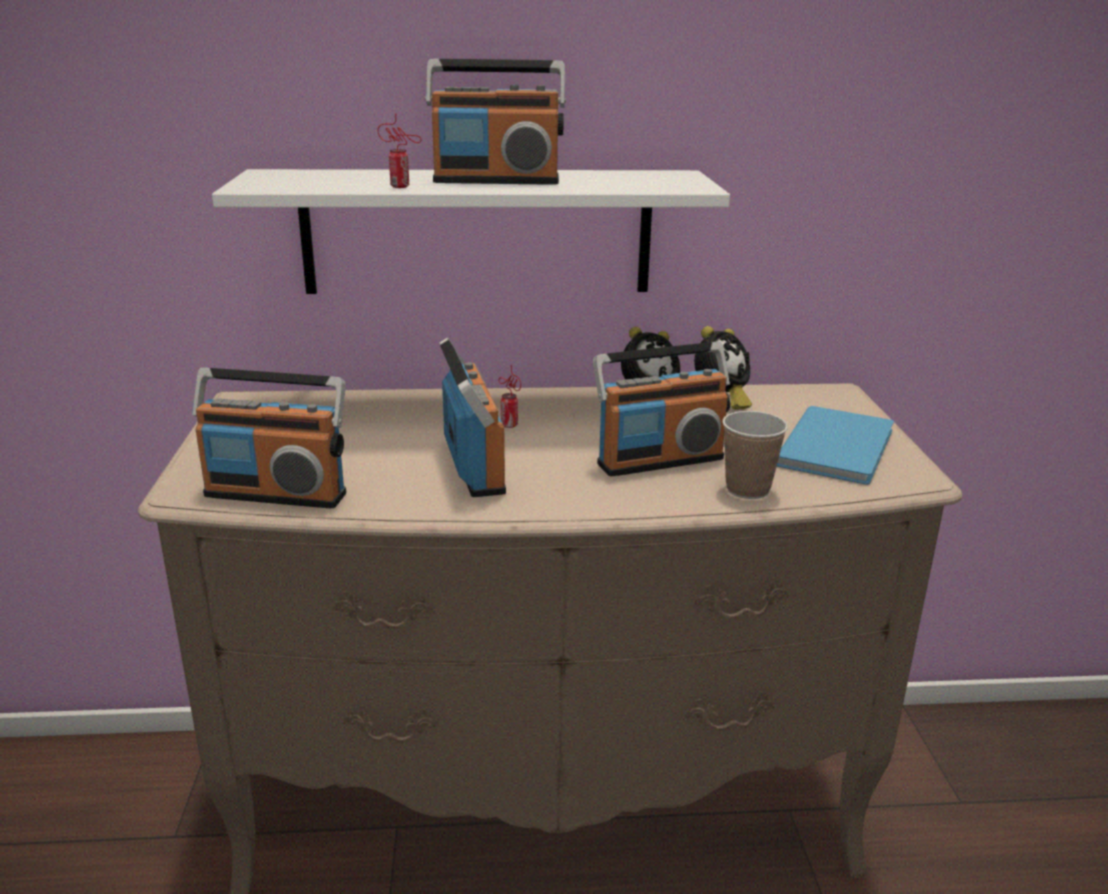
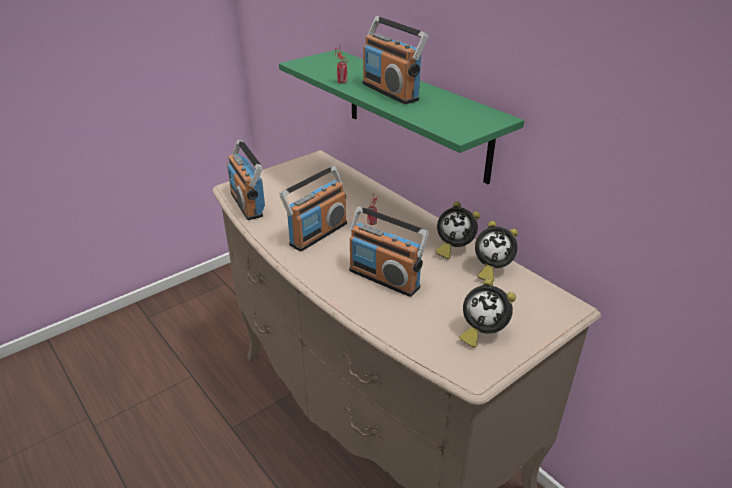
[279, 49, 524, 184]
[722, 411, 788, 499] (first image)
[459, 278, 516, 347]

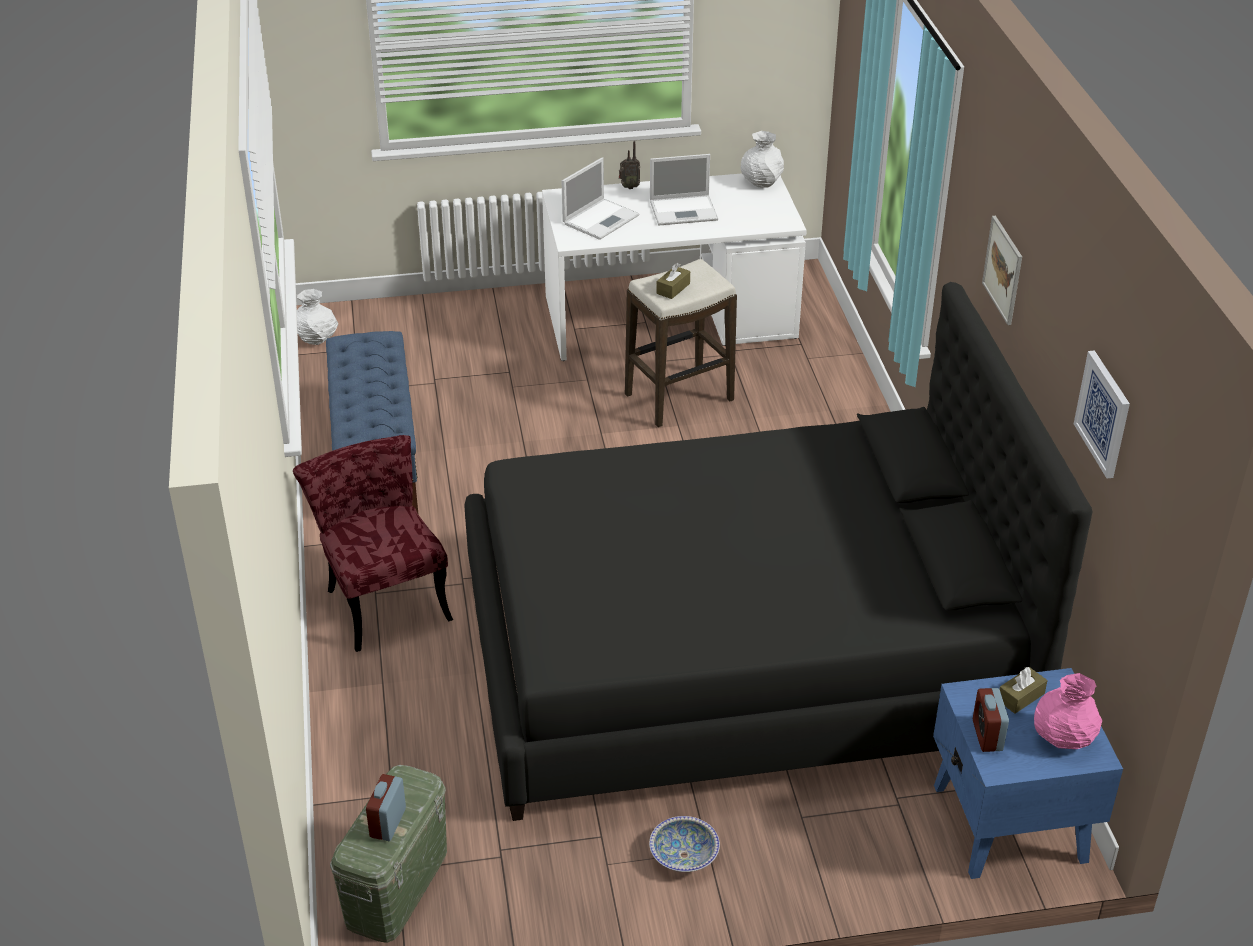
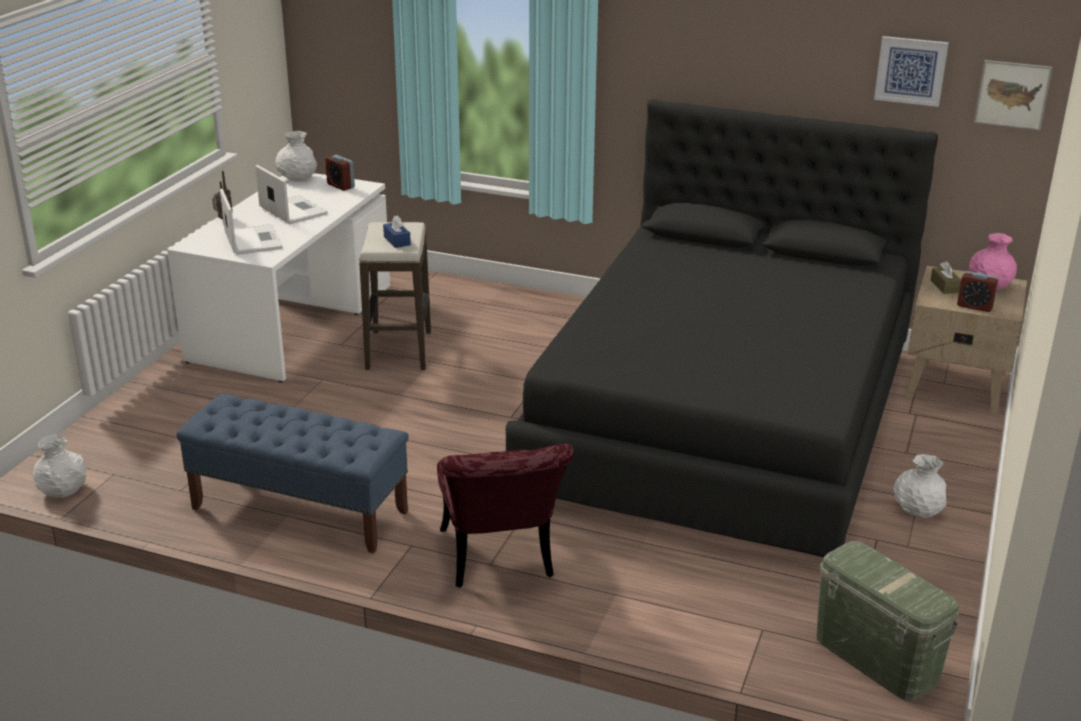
[437, 444, 574, 588]
[325, 155, 355, 191]
[893, 454, 947, 518]
[255, 165, 328, 224]
[383, 216, 411, 248]
[906, 266, 1027, 413]
[974, 60, 1052, 130]

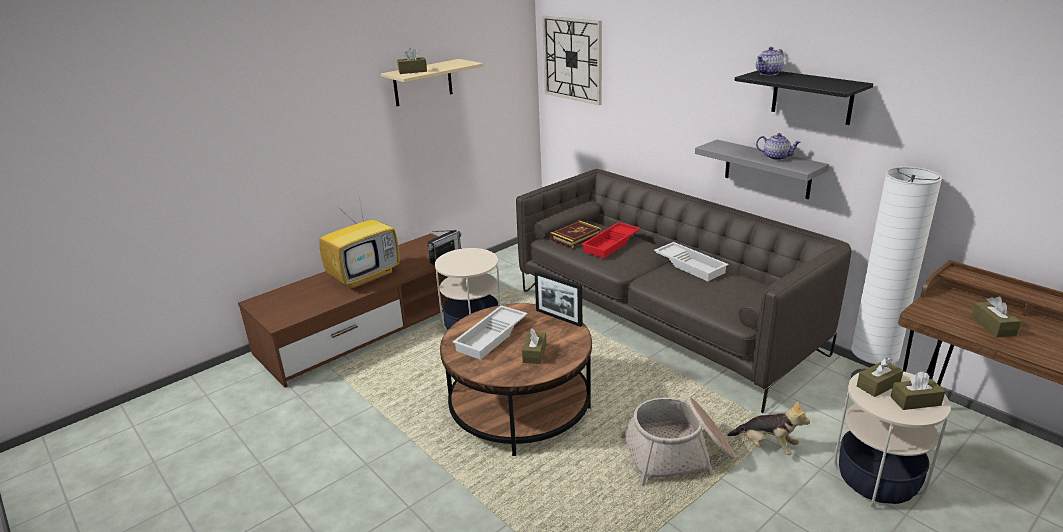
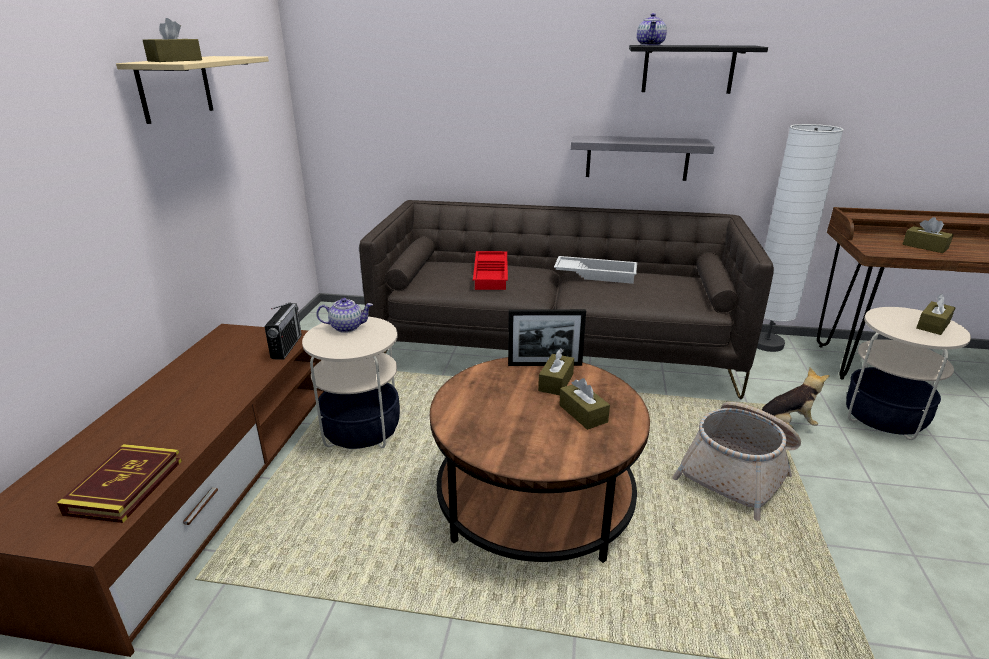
[319, 191, 399, 290] (first image)
[453, 305, 528, 360] (first image)
[542, 15, 602, 105] (first image)
[57, 444, 182, 523]
[317, 298, 373, 333]
[538, 349, 574, 396]

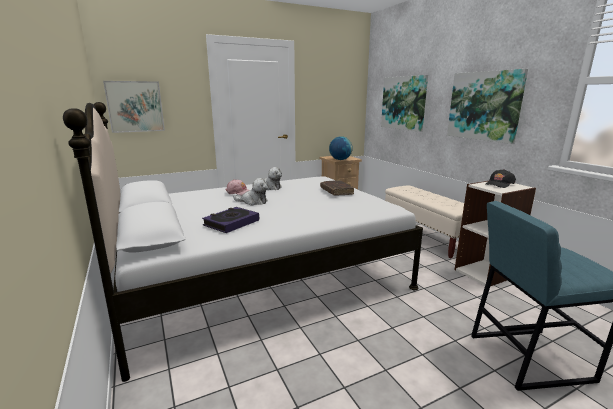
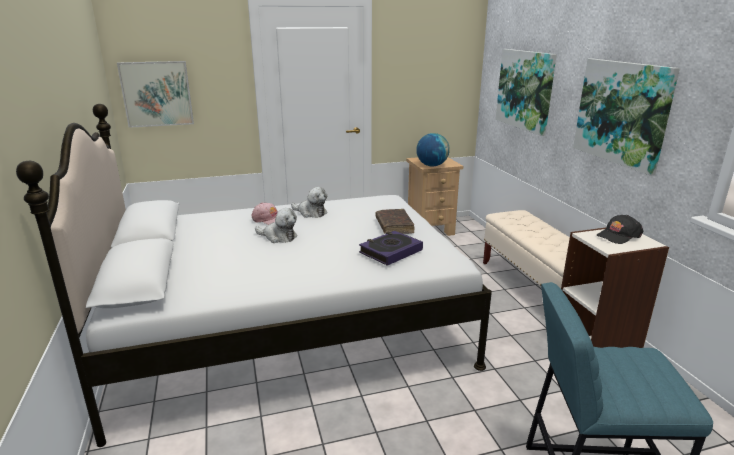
[359, 231, 423, 266]

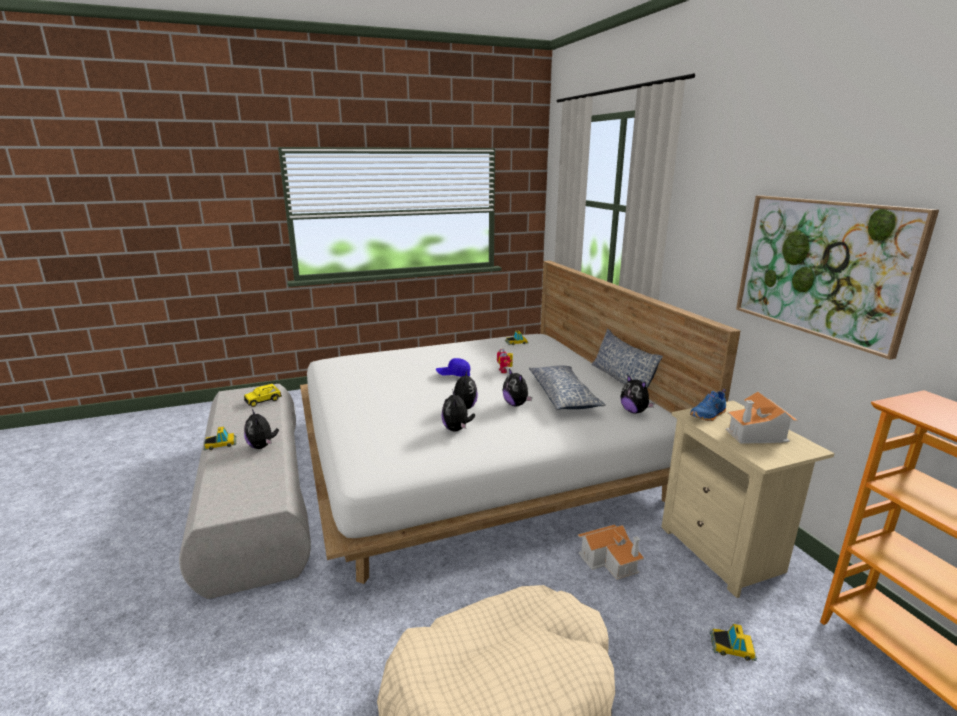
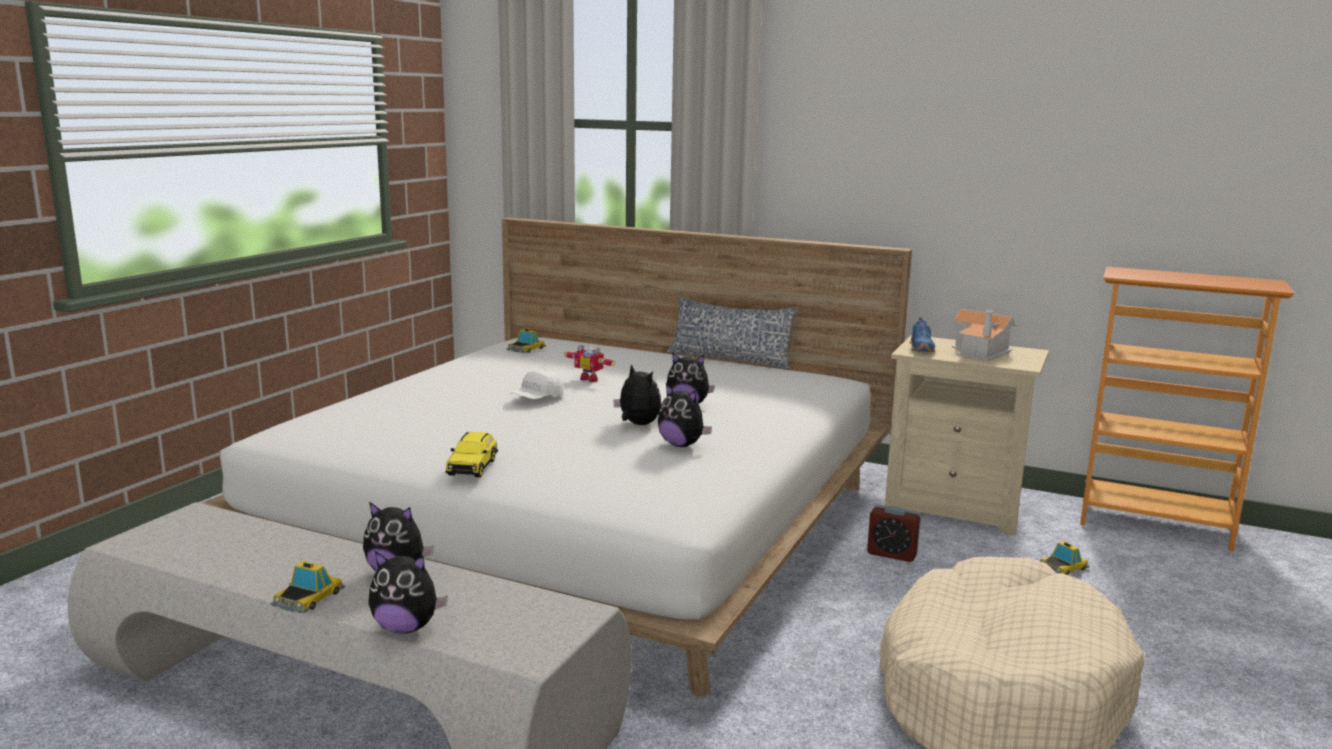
[446, 432, 498, 477]
[511, 369, 564, 399]
[529, 365, 606, 410] (first image)
[867, 505, 921, 562]
[368, 551, 448, 634]
[736, 195, 939, 360] (first image)

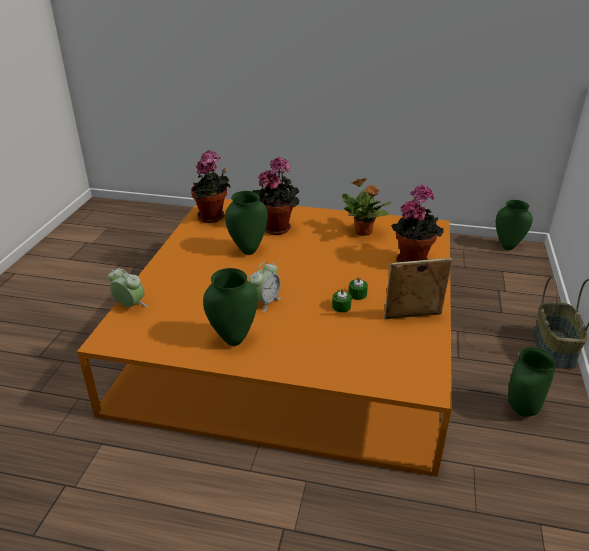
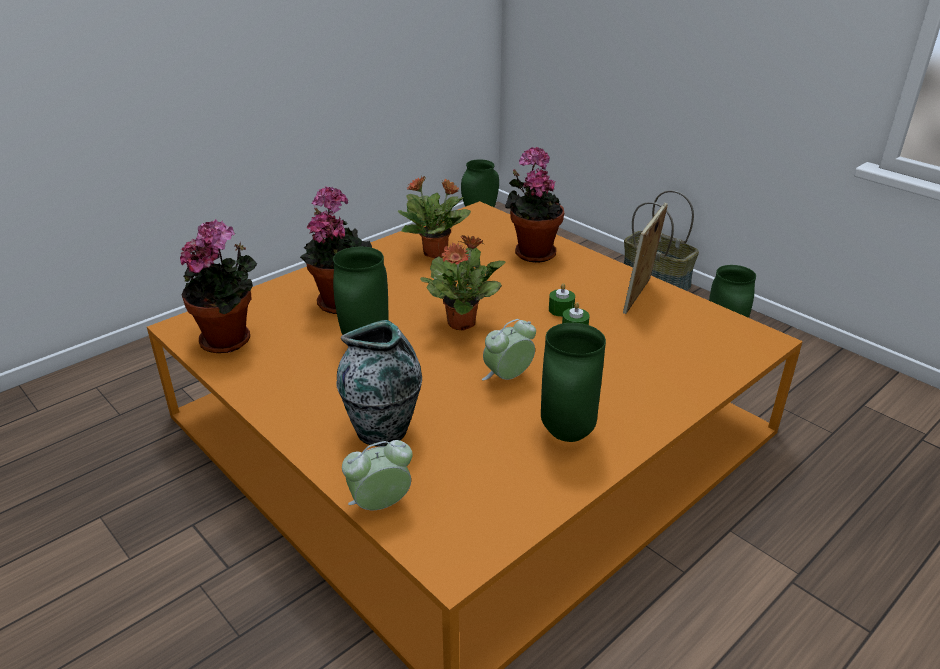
[482, 319, 536, 381]
[337, 320, 422, 447]
[420, 235, 506, 331]

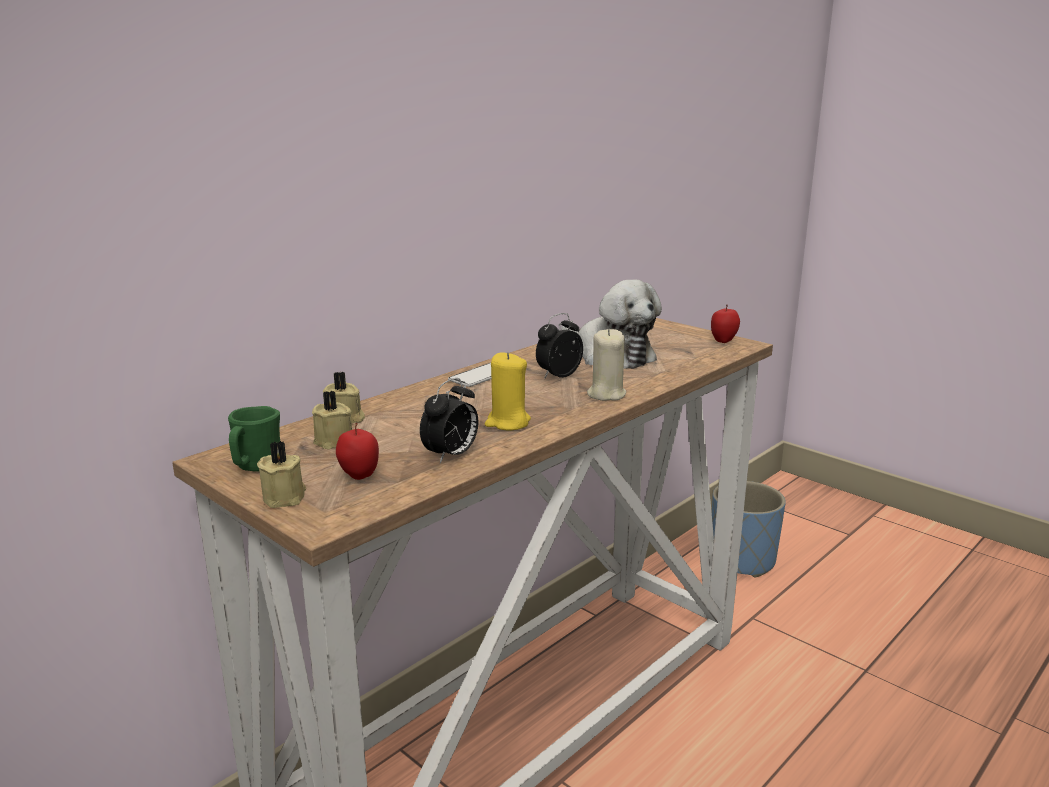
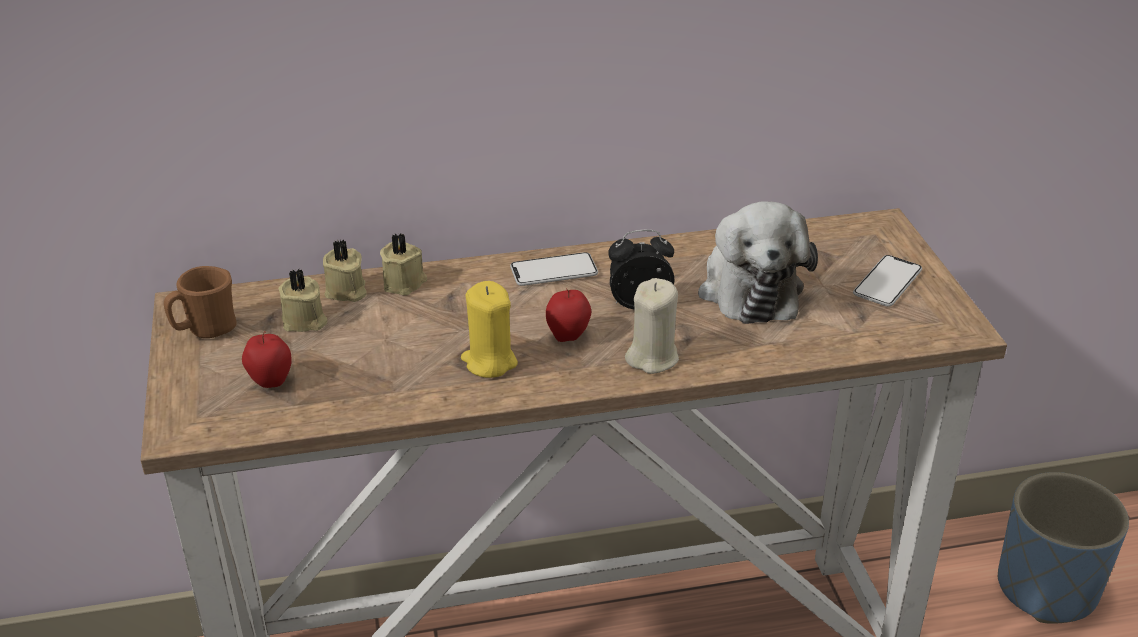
[164, 266, 237, 338]
[380, 234, 427, 295]
[420, 378, 478, 463] (first image)
[546, 289, 591, 342]
[853, 255, 922, 307]

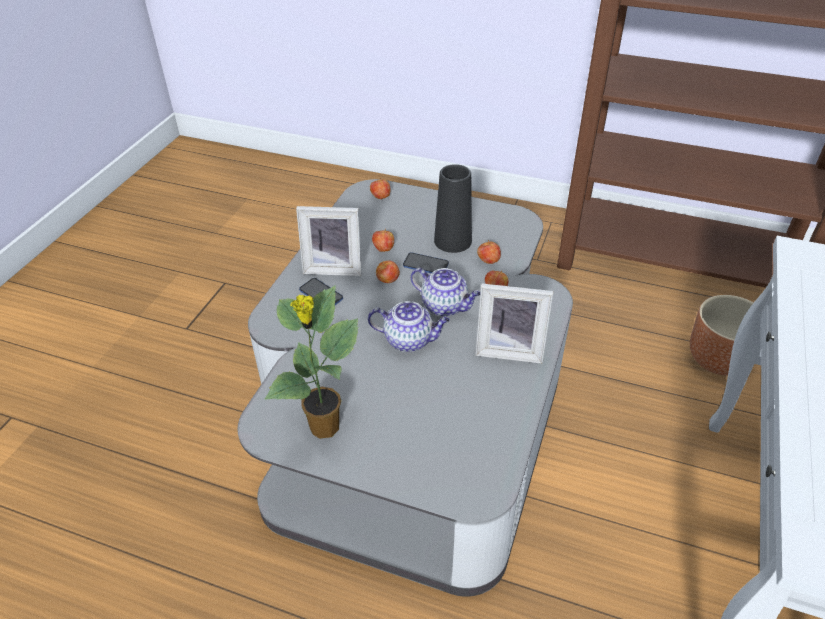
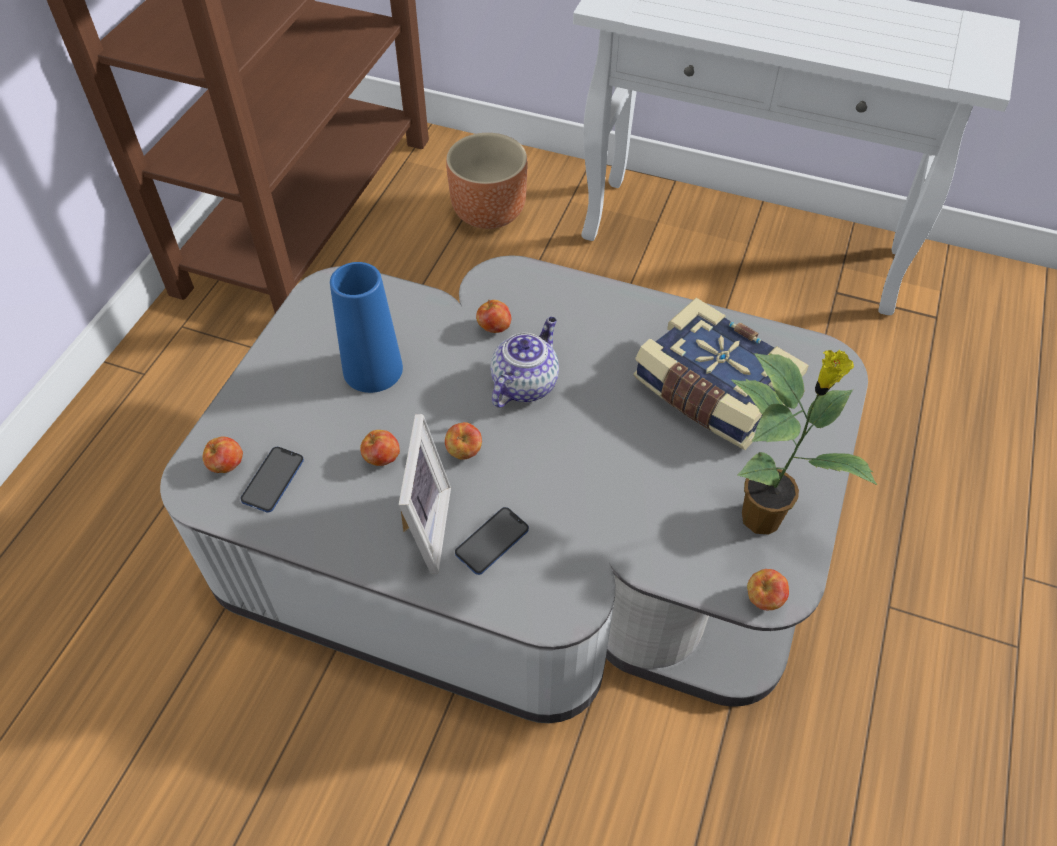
[368, 301, 450, 352] (first image)
[240, 447, 304, 513]
[330, 262, 403, 393]
[475, 283, 553, 364] (first image)
[747, 569, 789, 610]
[633, 298, 809, 450]

